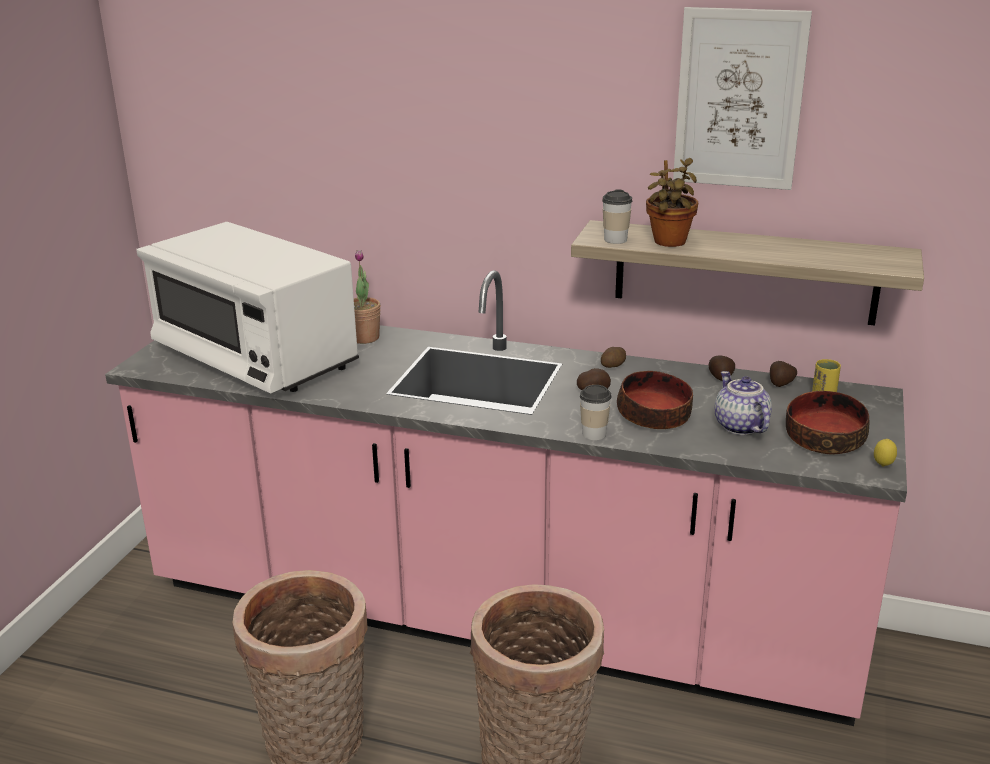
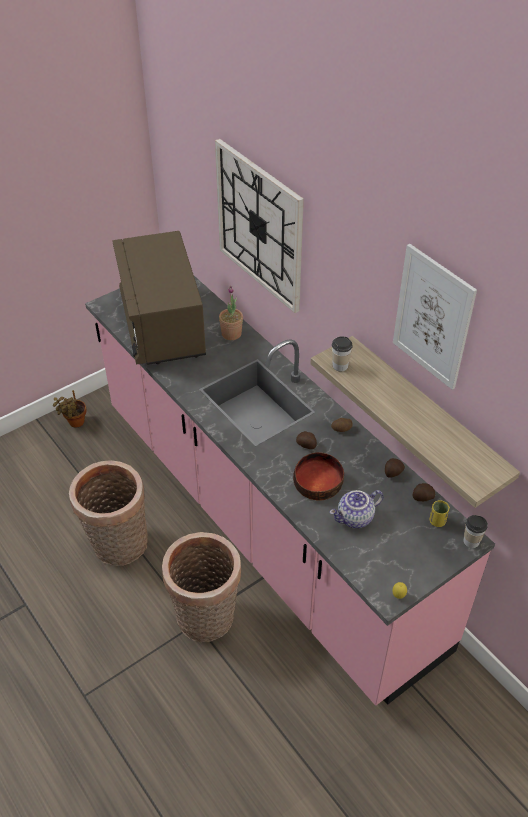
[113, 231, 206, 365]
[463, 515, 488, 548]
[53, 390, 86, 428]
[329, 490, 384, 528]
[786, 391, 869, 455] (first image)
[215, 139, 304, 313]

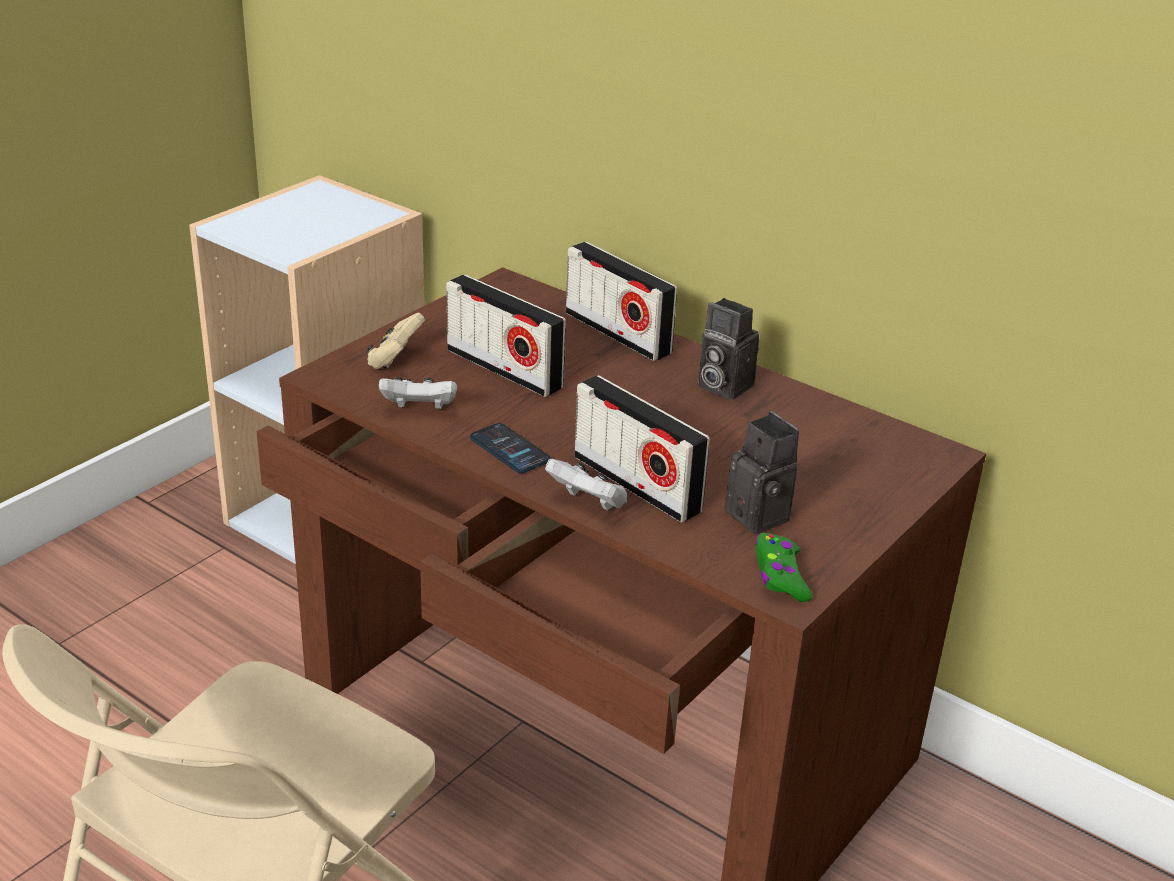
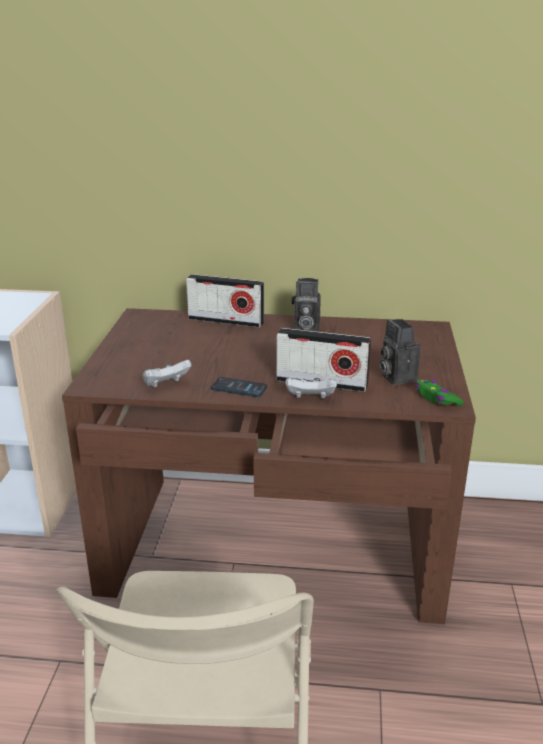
[366, 313, 425, 369] (first image)
[446, 275, 566, 397] (first image)
[379, 319, 420, 385]

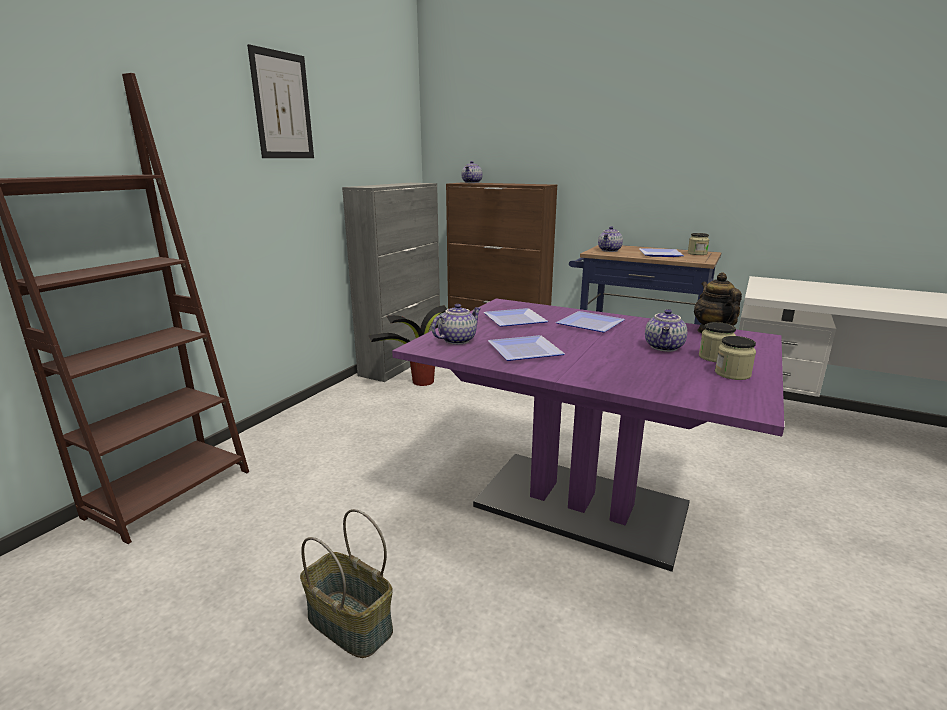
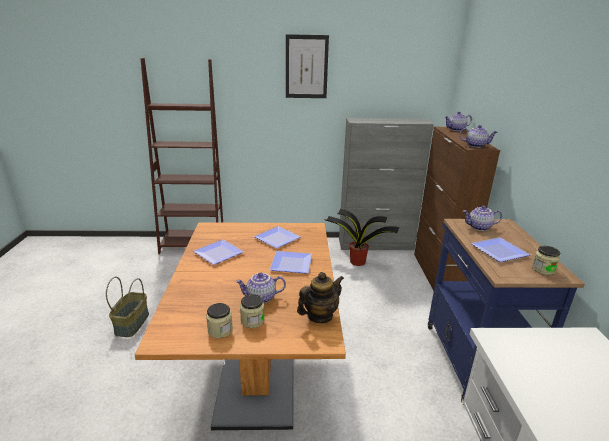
[135, 222, 346, 430]
[459, 125, 498, 148]

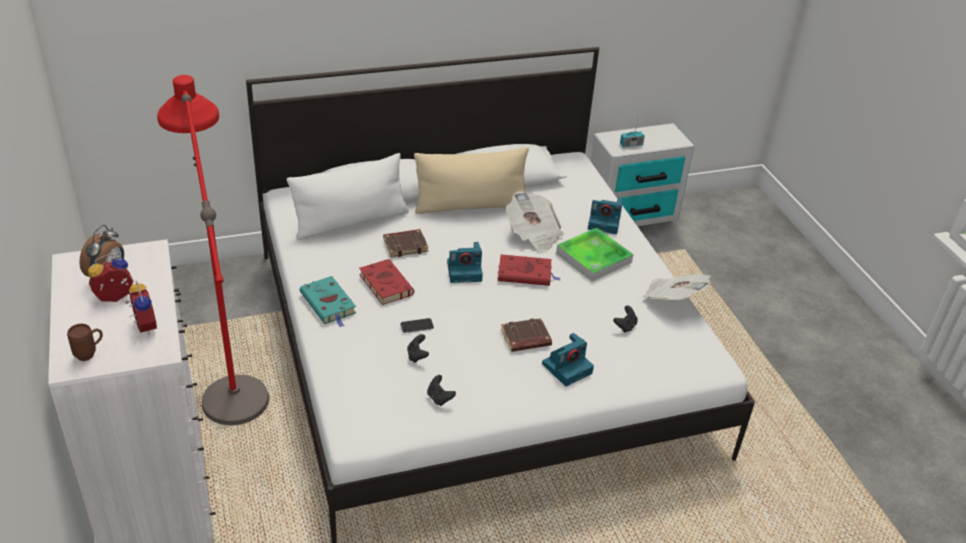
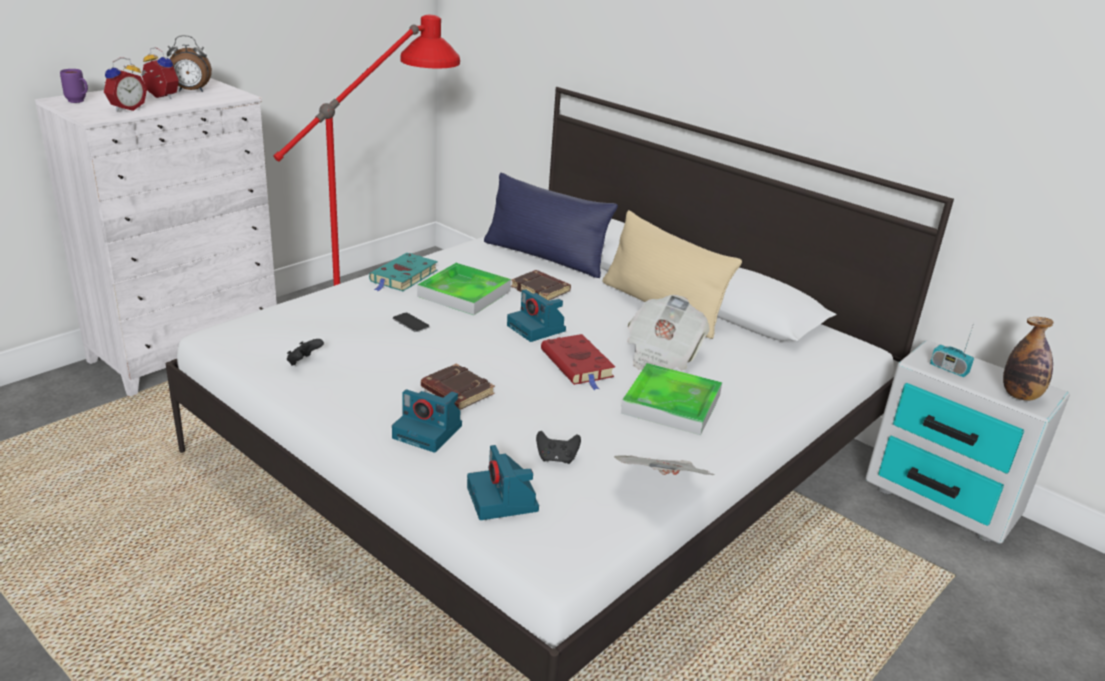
[60, 69, 88, 103]
[484, 173, 618, 278]
[417, 263, 511, 315]
[407, 334, 429, 363] (first image)
[467, 445, 539, 520]
[1003, 317, 1054, 401]

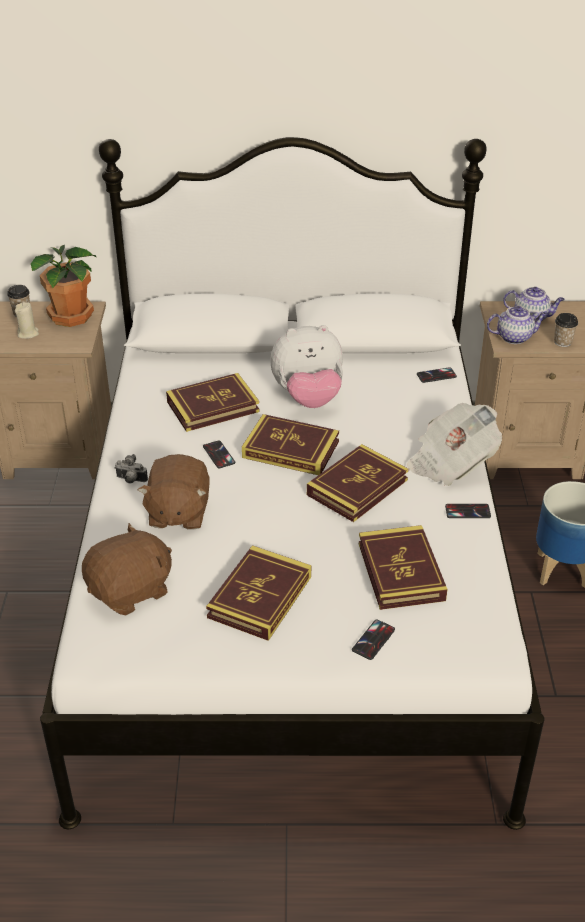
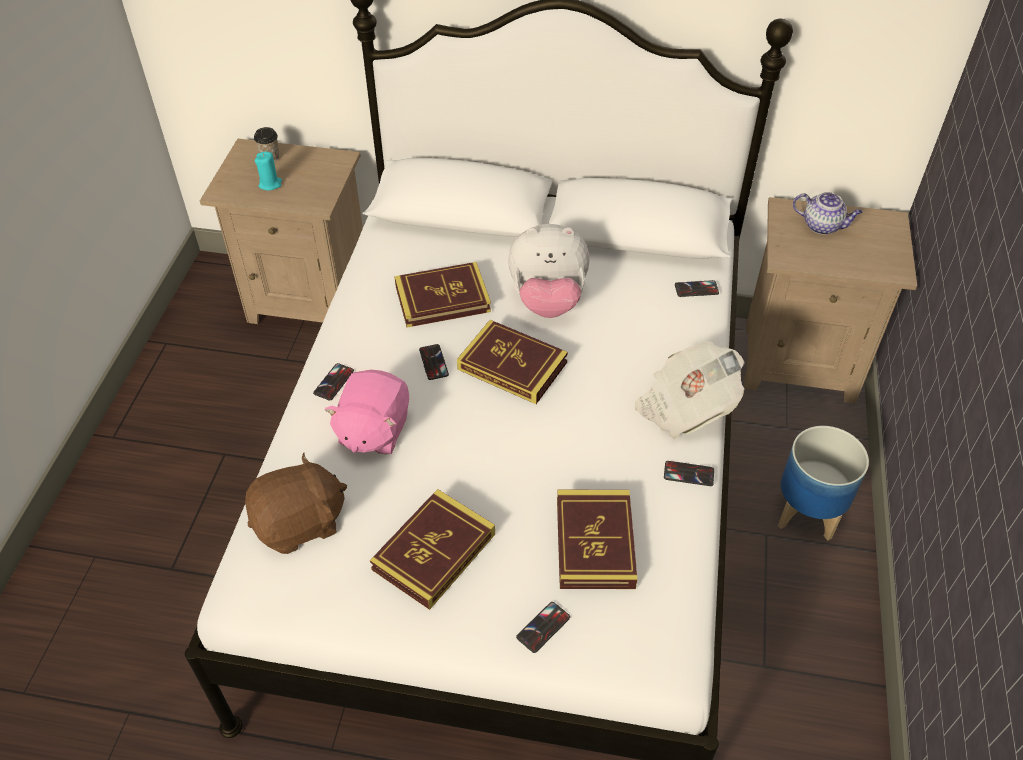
[255, 151, 282, 191]
[31, 245, 97, 327] (first image)
[313, 363, 354, 400]
[324, 370, 409, 455]
[307, 444, 409, 522] (first image)
[487, 306, 547, 344] (first image)
[554, 313, 578, 347] (first image)

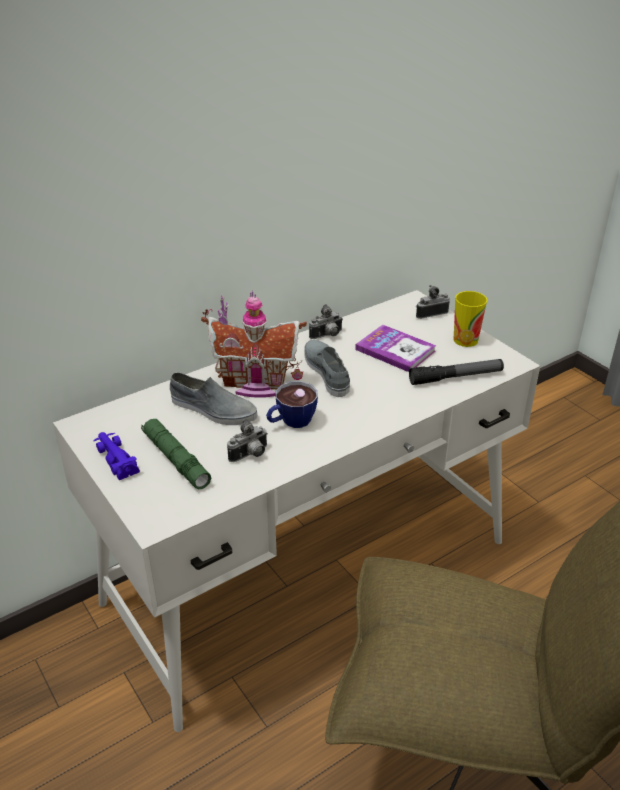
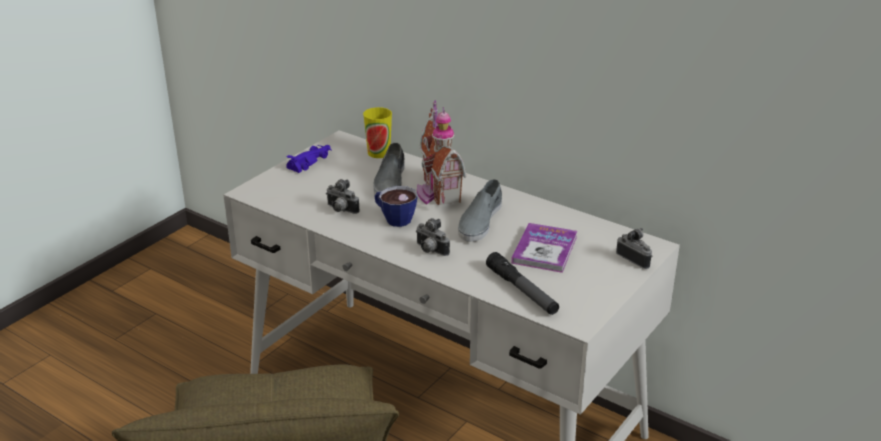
[141, 419, 211, 489] (first image)
[458, 179, 502, 242]
[416, 218, 450, 256]
[363, 107, 392, 158]

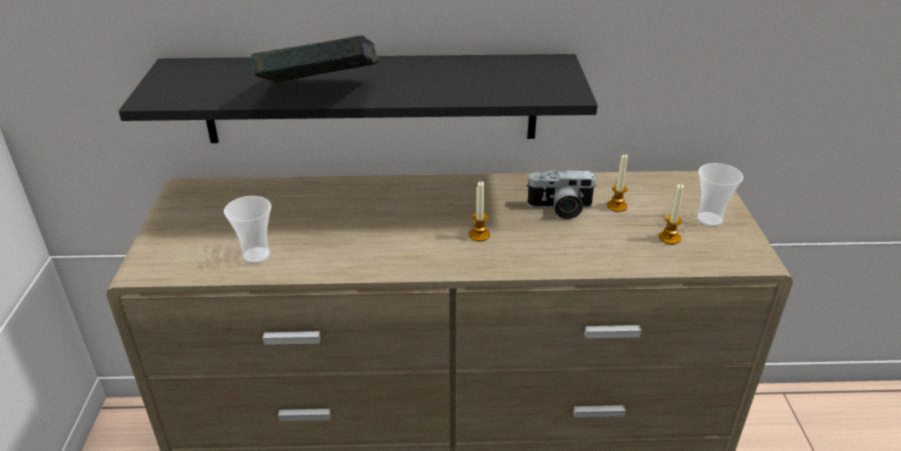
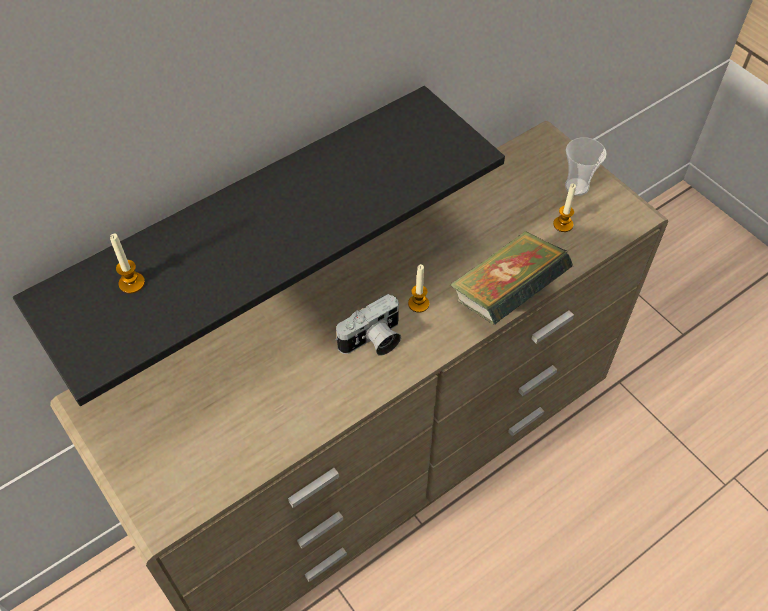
[224, 196, 271, 264] (first image)
[450, 231, 573, 325]
[335, 294, 401, 356]
[110, 233, 145, 294]

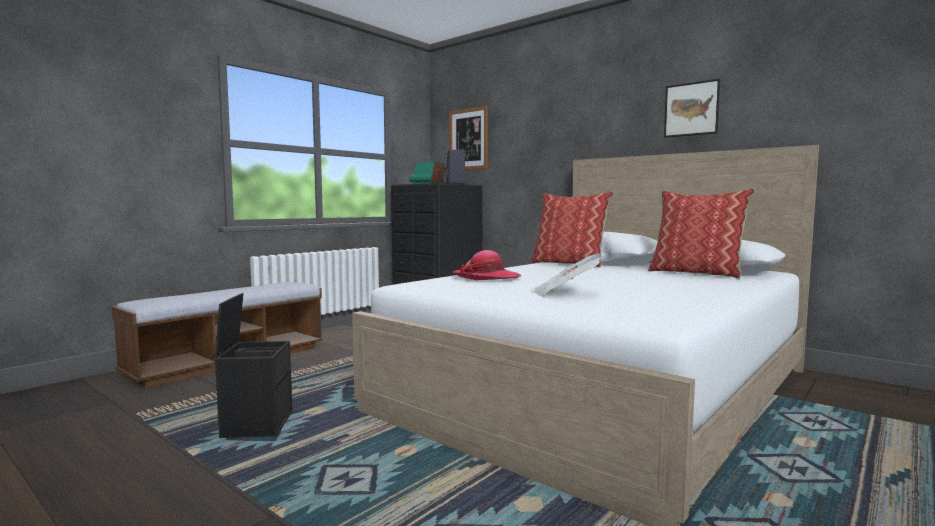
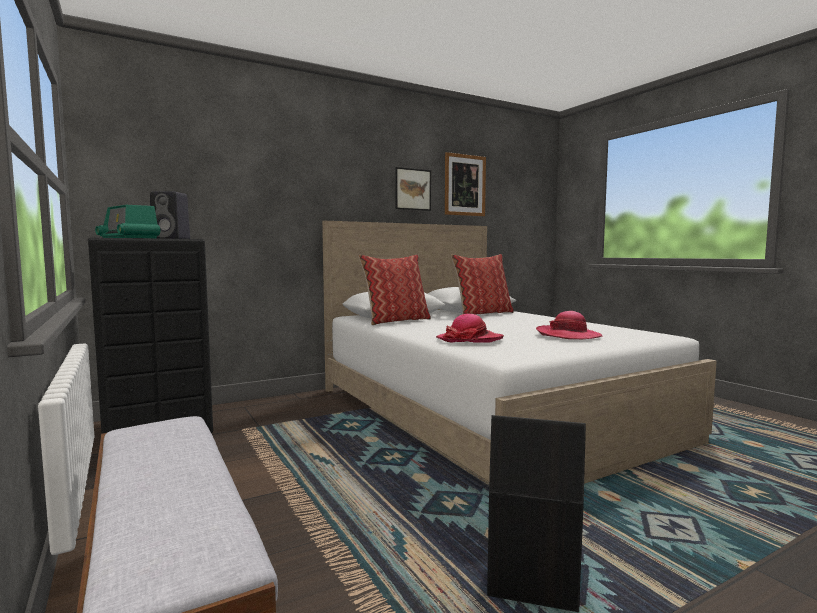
[445, 152, 486, 216]
[536, 311, 602, 339]

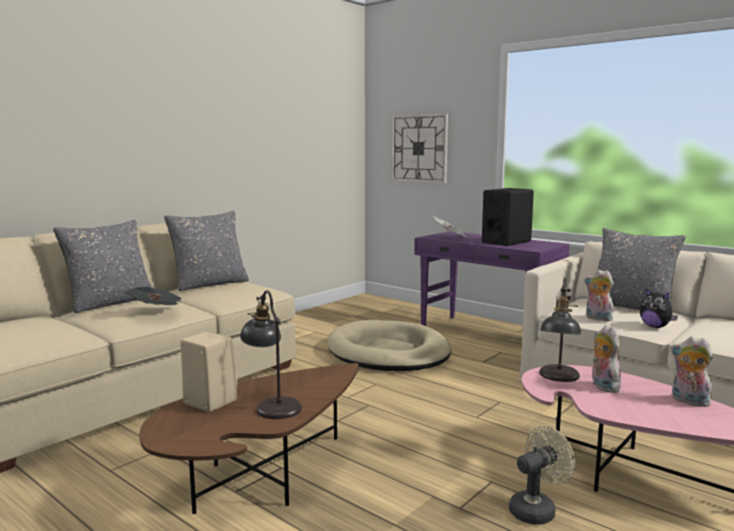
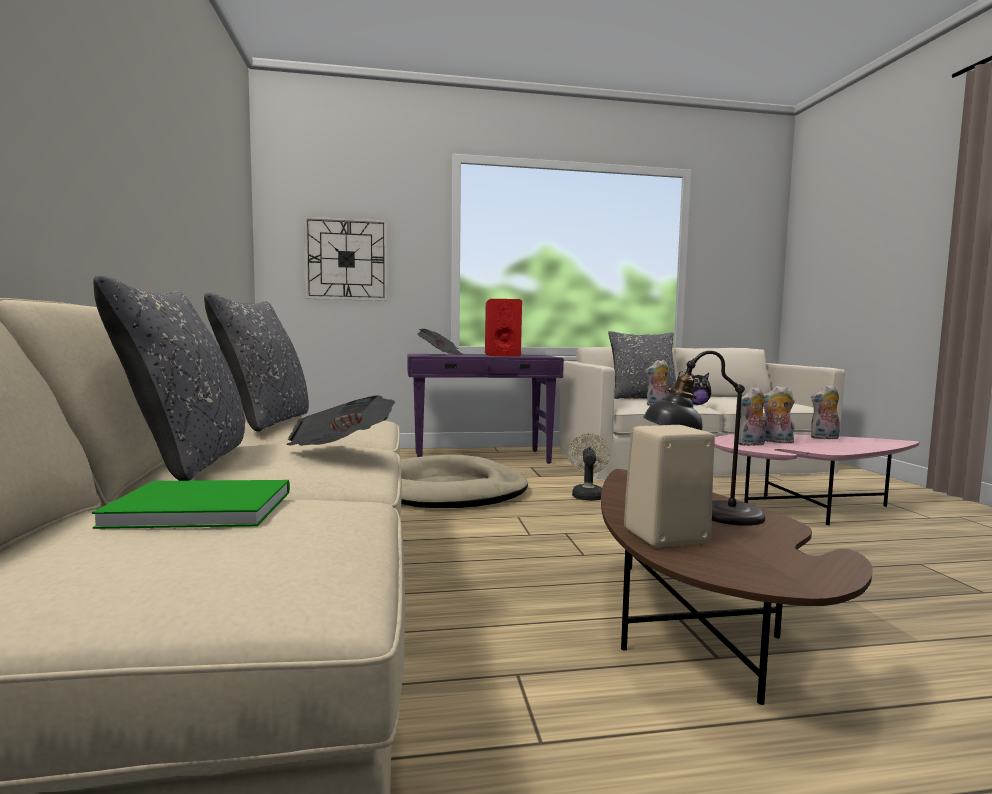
[485, 299, 522, 357]
[568, 433, 610, 501]
[738, 387, 766, 446]
[92, 480, 290, 529]

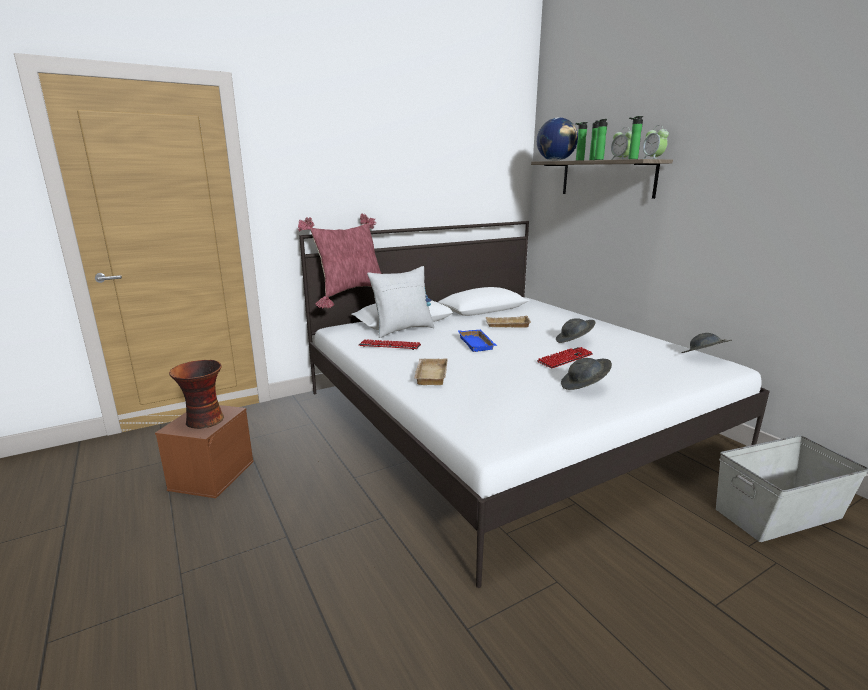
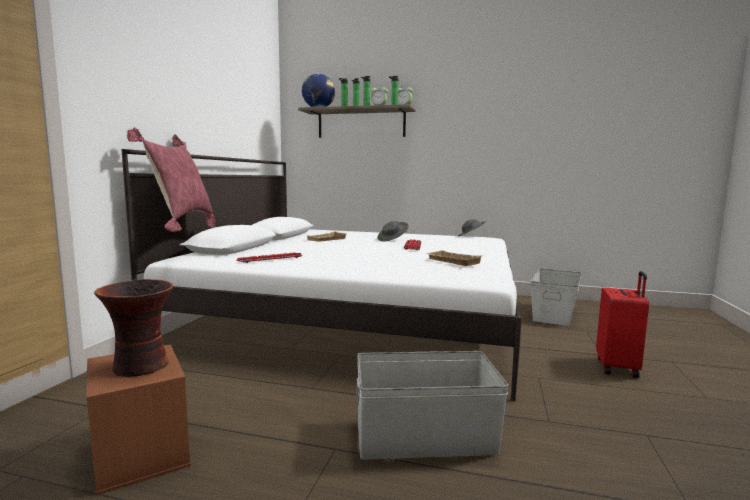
[367, 266, 434, 338] (first image)
[426, 250, 483, 266]
[458, 330, 497, 352] (first image)
[561, 358, 612, 390] (first image)
[356, 351, 509, 460]
[596, 271, 649, 378]

